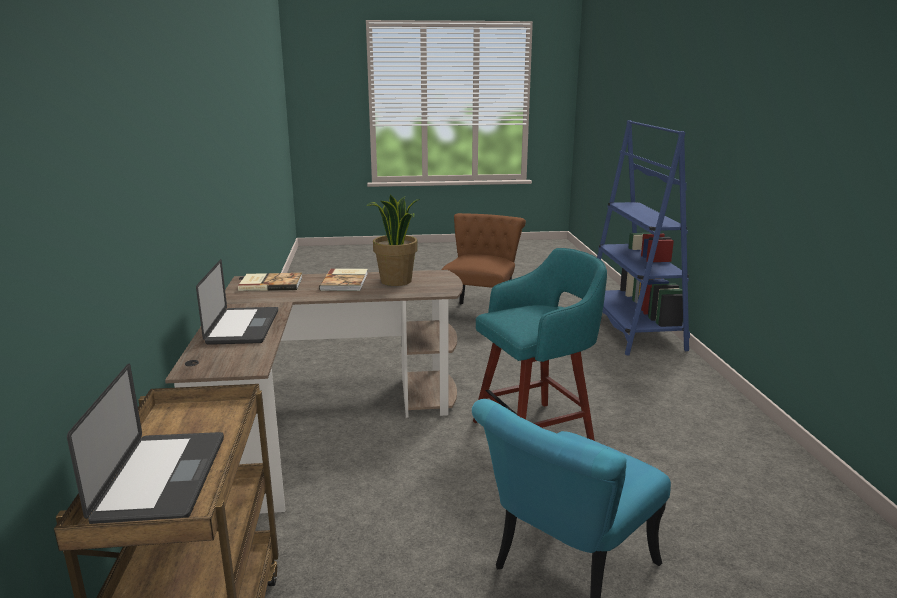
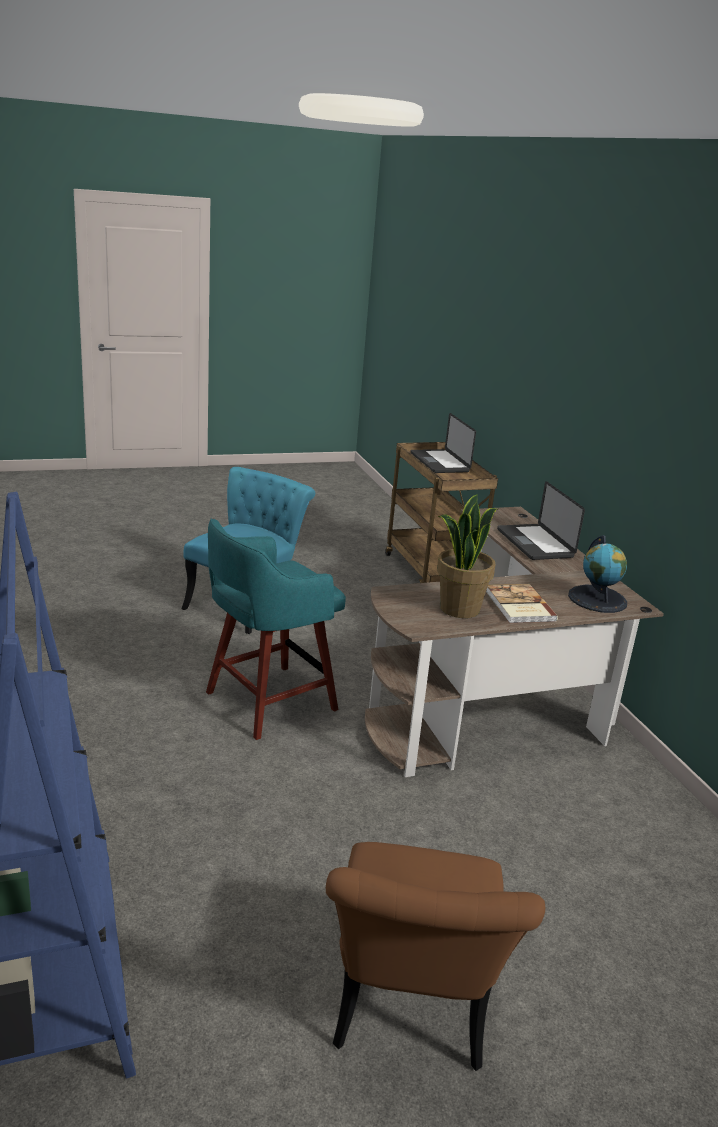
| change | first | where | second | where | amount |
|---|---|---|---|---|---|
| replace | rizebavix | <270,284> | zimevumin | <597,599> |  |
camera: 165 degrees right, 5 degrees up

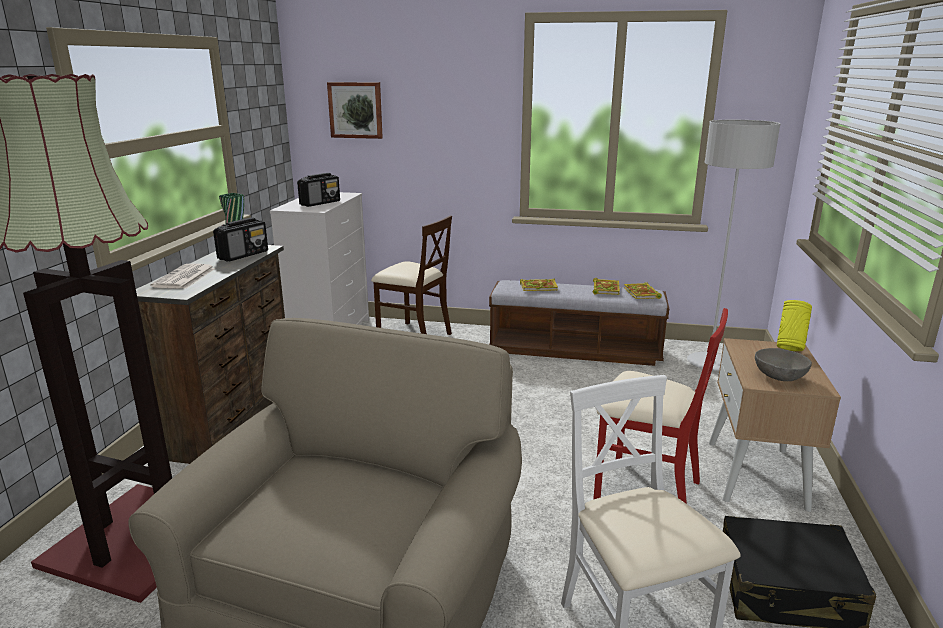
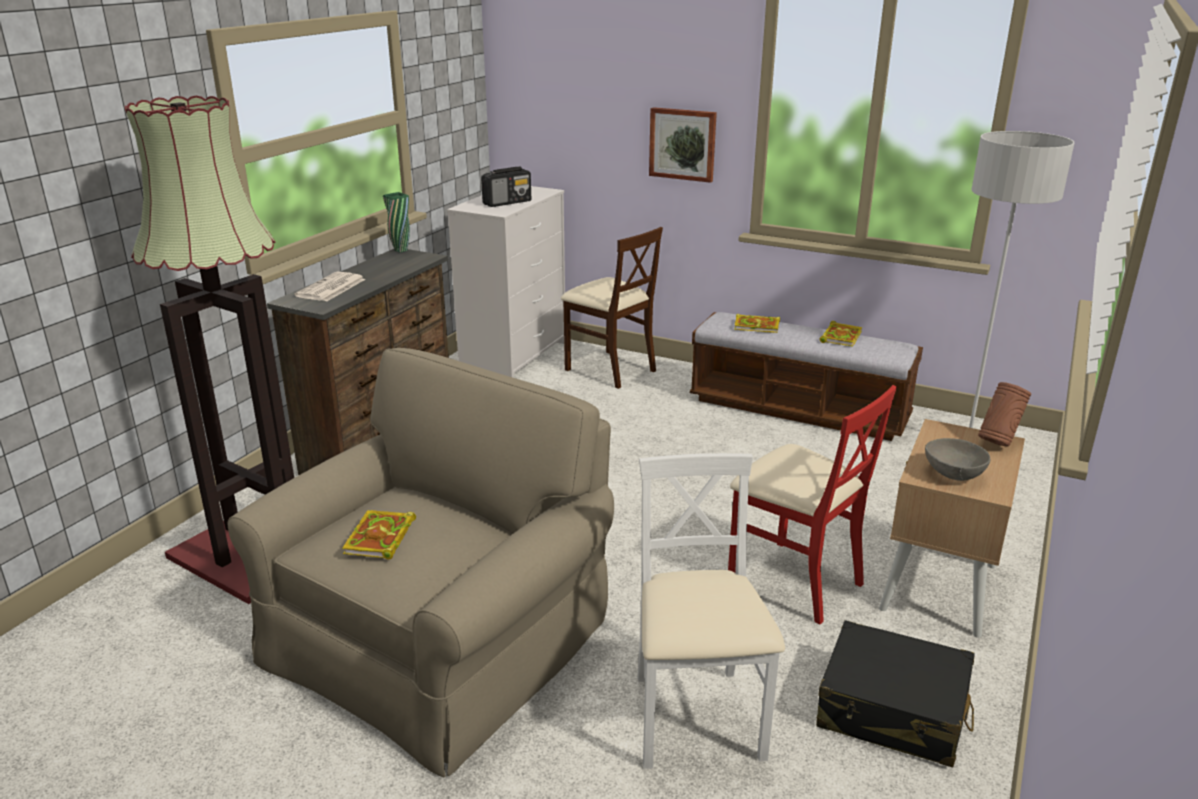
| change | first | where | second | where | amount |
|---|---|---|---|---|---|
| move | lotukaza | <356,110> |  | <683,144> |  |
| delete | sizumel | <243,255> |  |  |  |
| move | rizebavix | <642,293> |  | <380,539> |  |
| recolor | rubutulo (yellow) | <789,349> | rubutulo (brown) | <998,442> |  |
camera: 15 degrees right, 5 degrees up

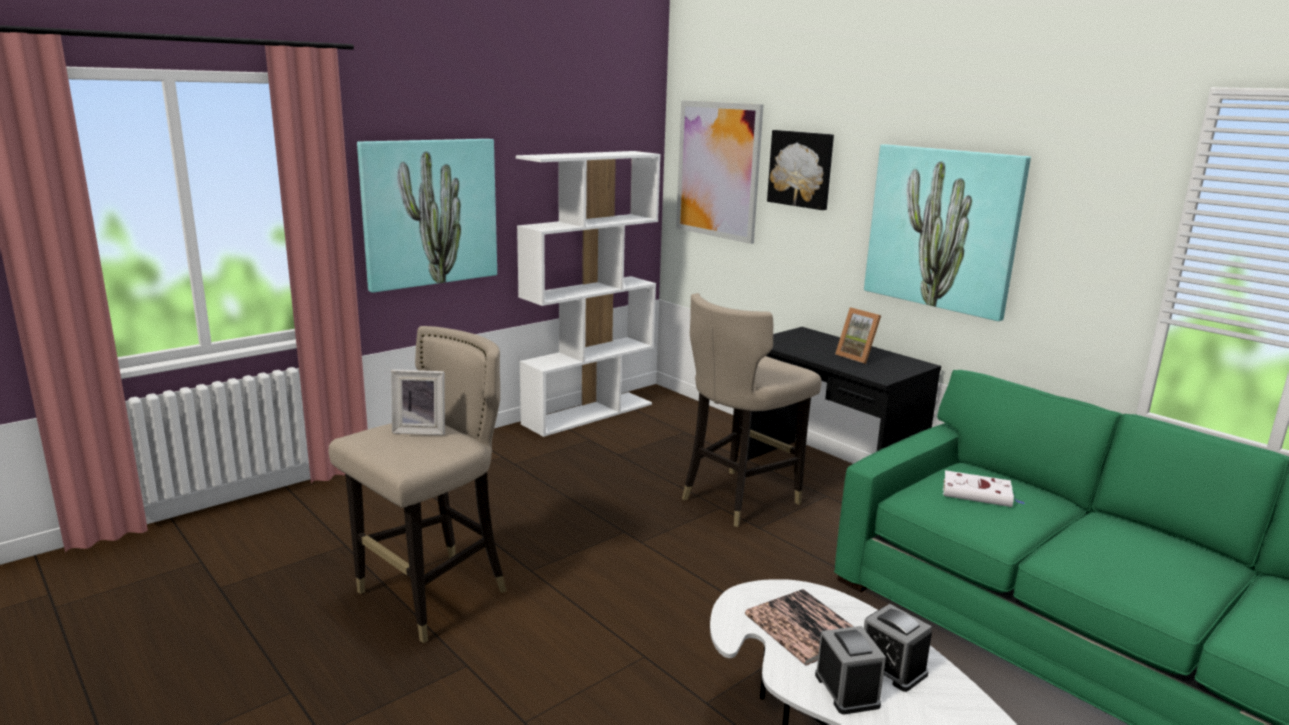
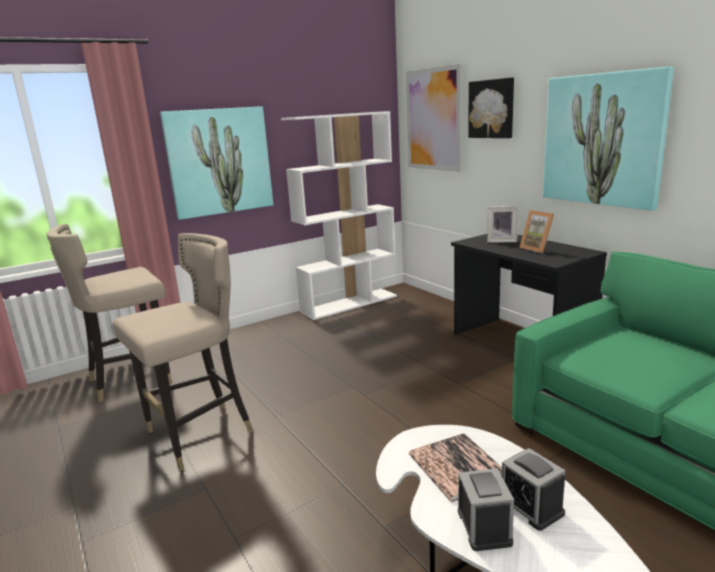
| change | first | where | second | where | amount |
|---|---|---|---|---|---|
| move | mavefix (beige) | <739,498> |  | <132,379> |  |
| move | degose | <421,430> |  | <501,241> |  |
| delete | rizebavix (white) | <979,494> |  |  |  |
camera: 10 degrees right, 0 degrees up

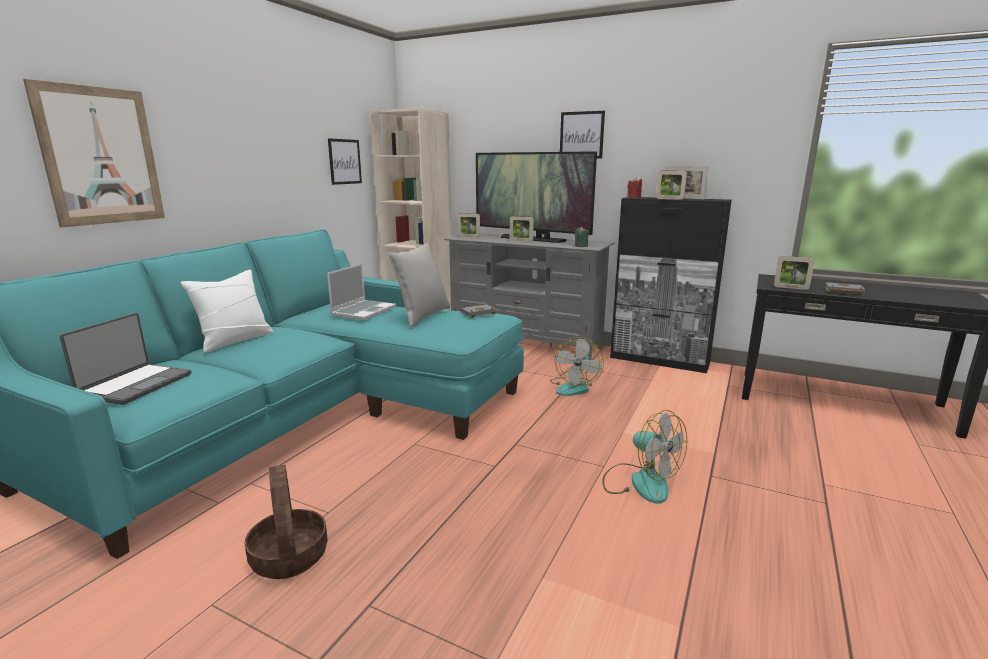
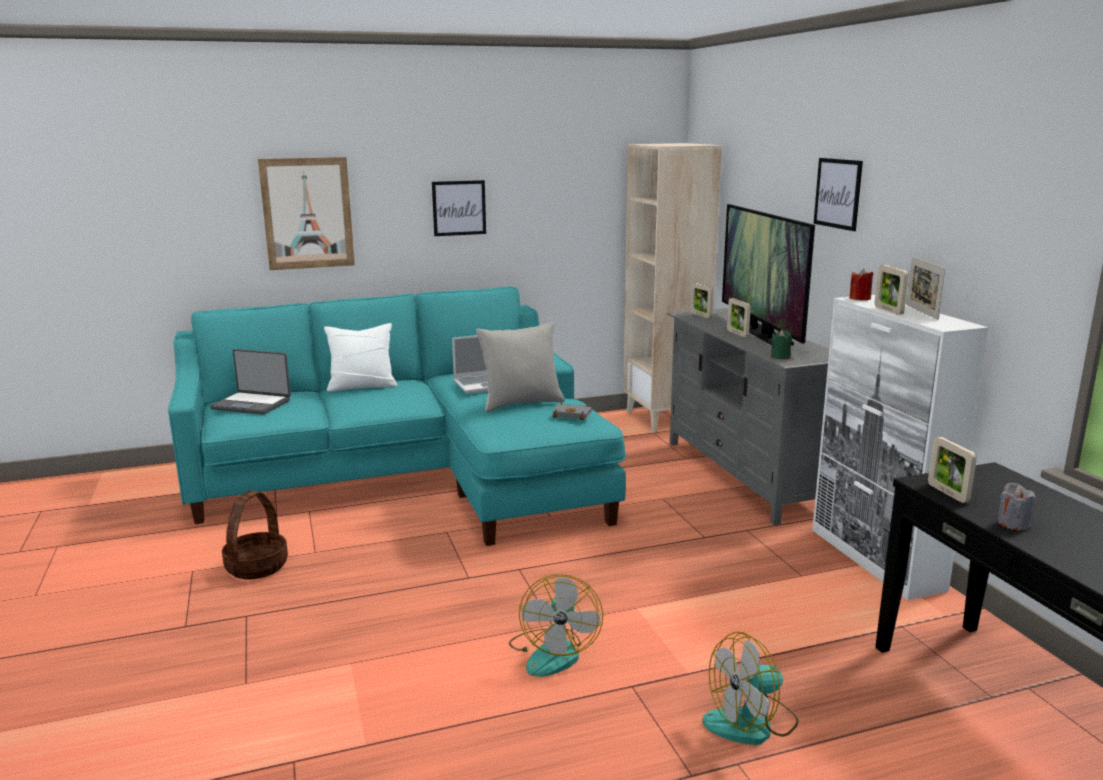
| change | first | where | second | where | amount |
|---|---|---|---|---|---|
| move | lotukaza | <344,161> |  | <459,208> |  |
| recolor | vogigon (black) | <659,360> | vogigon (white) | <876,559> |  |
| replace | rizebavix (grey) | <842,291> | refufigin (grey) | <1013,524> |  |
| rotate | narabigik | <135,385> |  | <252,404> | 45 degrees clockwise |
| move | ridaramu | <574,387> |  | <751,723> |  |
camera: 45 degrees right, 0 degrees up

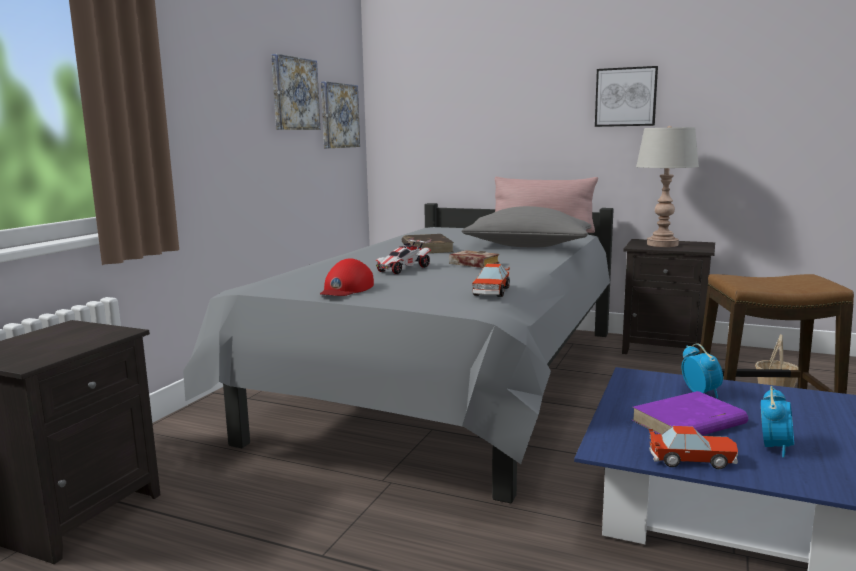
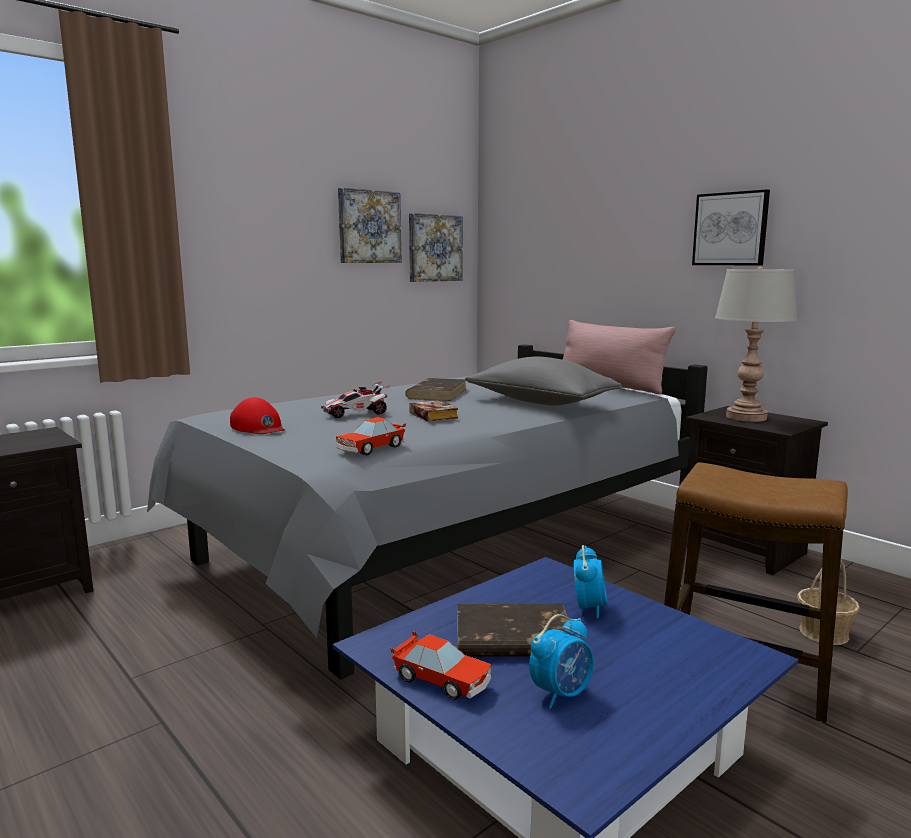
| change | first | where | second | where | amount |
|---|---|---|---|---|---|
| rotate | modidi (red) | <346,289> |  | <258,427> | 90 degrees counterclockwise |
| recolor | rizebavix (purple) | <687,423> | rizebavix (brown) | <511,638> |  |
camera: 25 degrees right, 0 degrees up

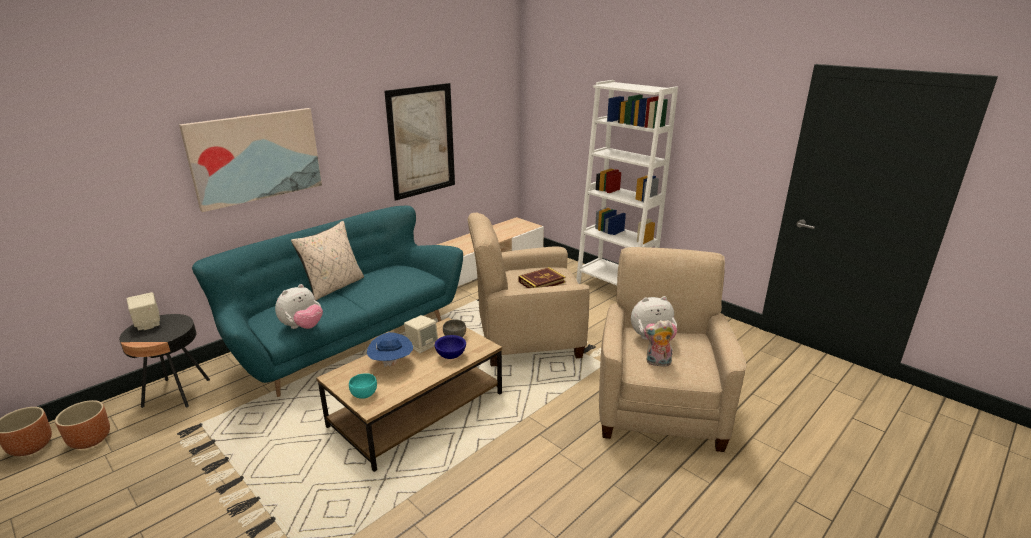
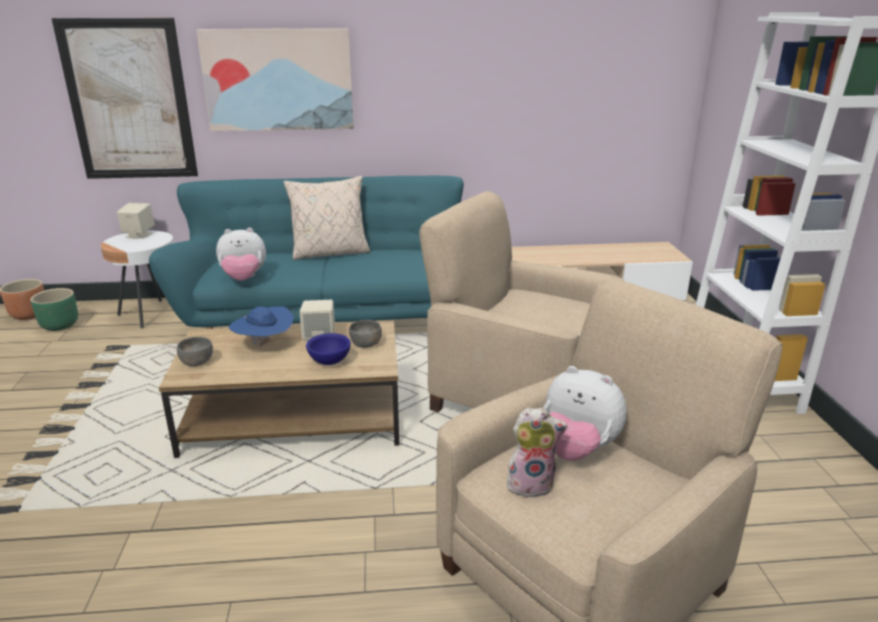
| change | first | where | second | where | amount |
|---|---|---|---|---|---|
| move | lotukaza | <422,141> |  | <129,101> |  |
| delete | rizebavix | <541,282> |  |  |  |
| recolor | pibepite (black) | <176,393> | pibepite (white) | <151,314> |  |
| rotate | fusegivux | <657,363> |  | <531,484> | 135 degrees clockwise |
| recolor | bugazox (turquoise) | <363,394> | bugazox (grey) | <196,362> |  |
| recolor | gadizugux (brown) | <91,440> | gadizugux (green) | <60,326> |  |
camera: 40 degrees right, 0 degrees up

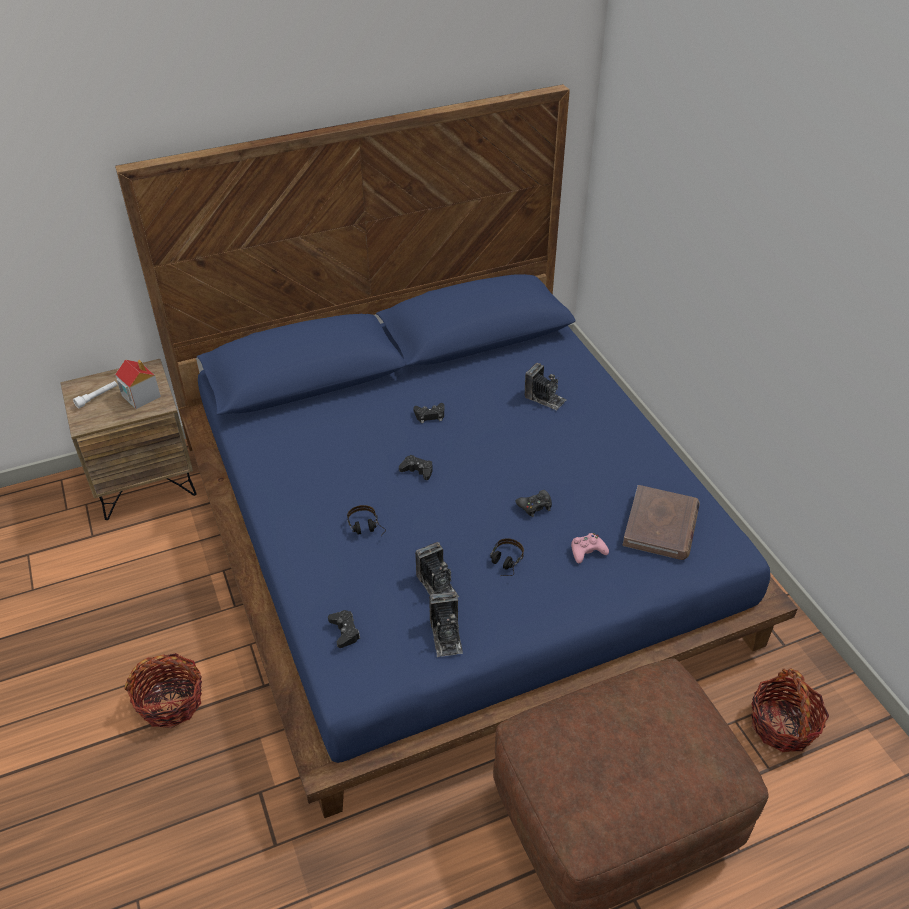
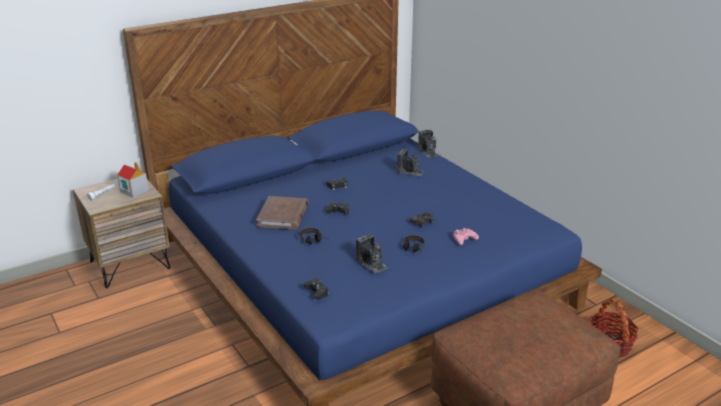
| change | first | where | second | where | amount |
|---|---|---|---|---|---|
| move | rizebavix (brown) | <661,526> |  | <283,215> |  |
| move | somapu | <446,635> |  | <428,152> |  |
| delete | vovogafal | <171,701> |  |  |  |
camera: 10 degrees left, 15 degrees down

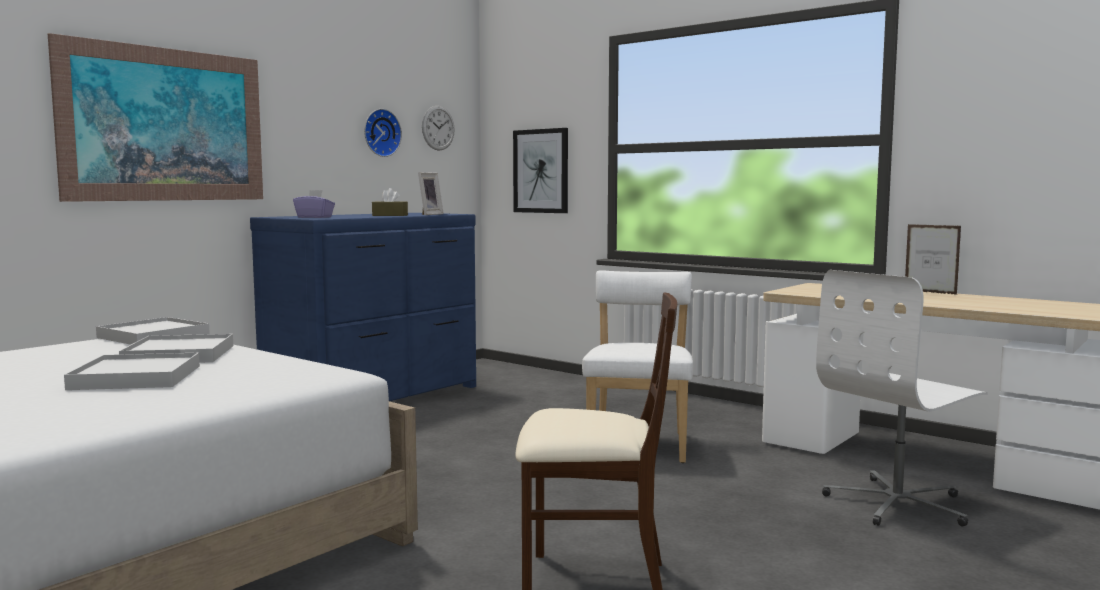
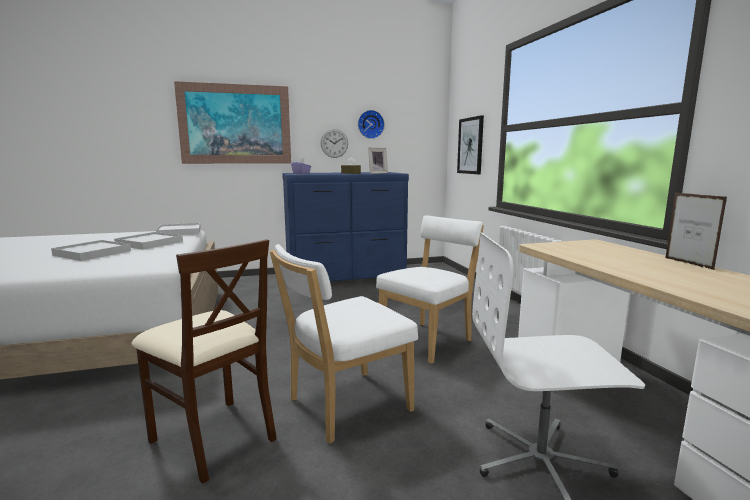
| change | first | where | second | where | amount |
|---|---|---|---|---|---|
| move | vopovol | <438,128> |  | <334,143> |  |
| insert |  |  | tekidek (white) | <344,406> |  |
camera: 35 degrees right, 5 degrees up

